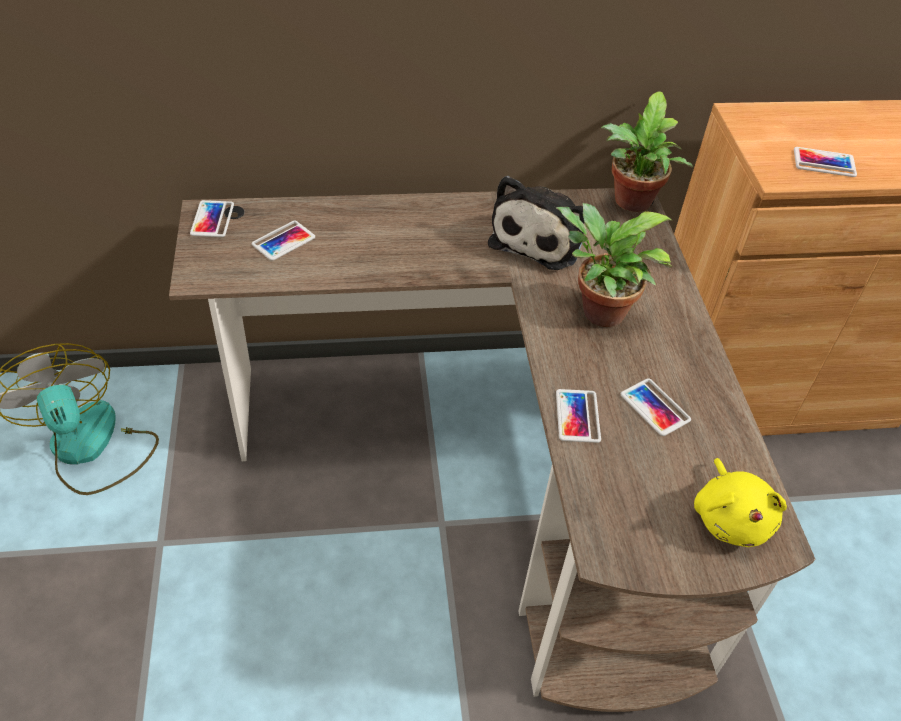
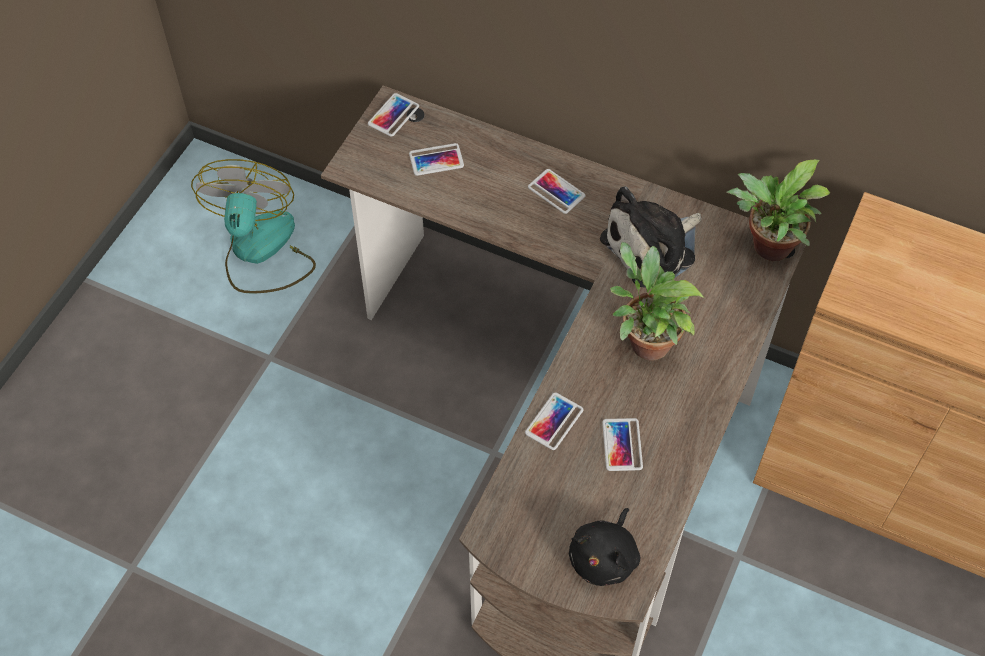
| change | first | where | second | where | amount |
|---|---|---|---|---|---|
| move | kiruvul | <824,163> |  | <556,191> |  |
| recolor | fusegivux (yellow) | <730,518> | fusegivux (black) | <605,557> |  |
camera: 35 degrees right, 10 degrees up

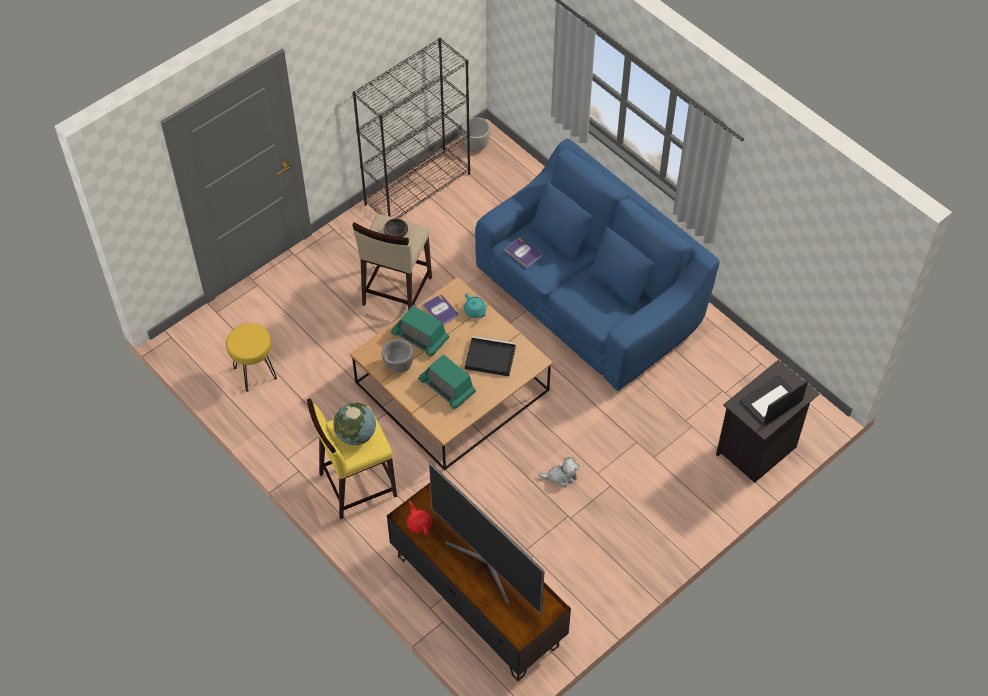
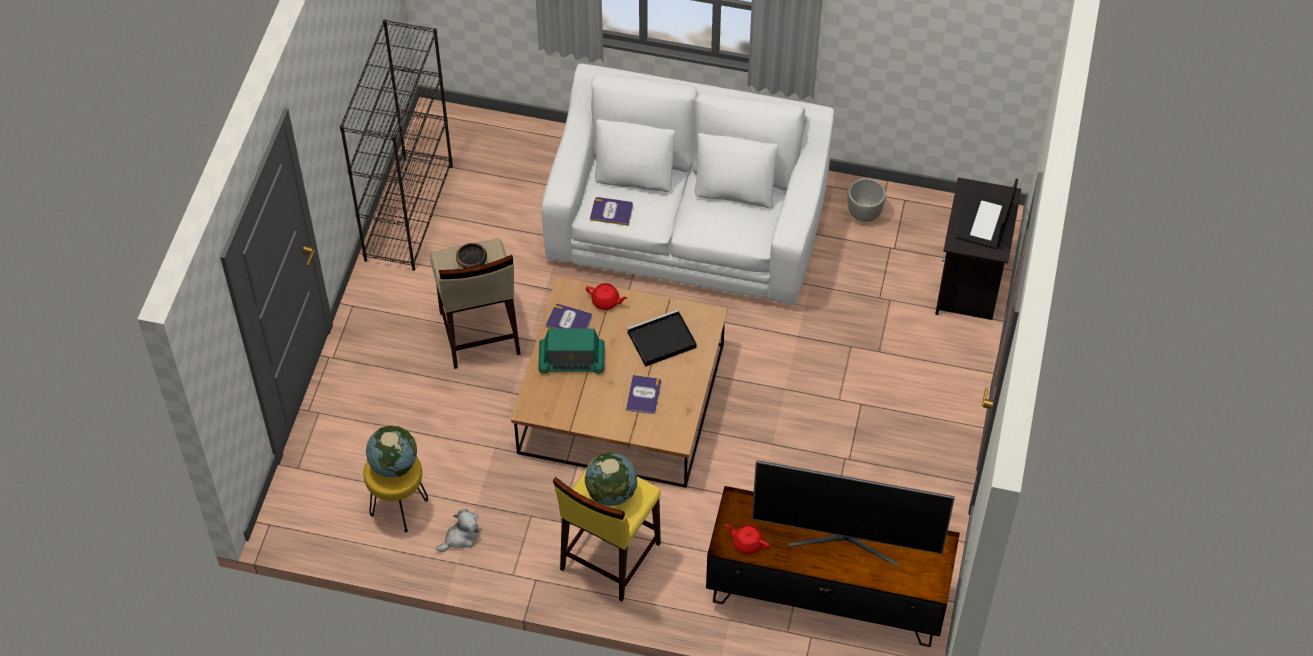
| change | first | where | second | where | amount |
|---|---|---|---|---|---|
| move | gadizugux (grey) | <476,145> |  | <864,214> |  |
| recolor | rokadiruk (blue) | <589,299> | rokadiruk (white) | <686,229> |  |
| recolor | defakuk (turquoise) | <475,311> | defakuk (red) | <606,301> |  |
| delete | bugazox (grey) | <398,365> |  |  |  |
| replace | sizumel | <447,387> | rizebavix | <643,395> |  |
| move | fusegivux | <561,476> |  | <461,537> |  |
| insert |  |  | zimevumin | <393,464> |  |
camera: 35 degrees left, 0 degrees up

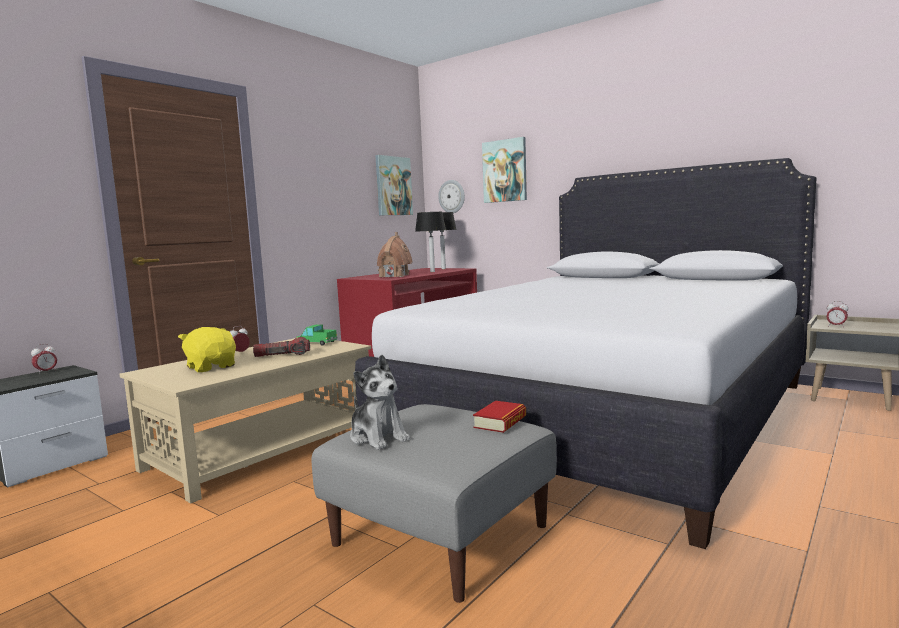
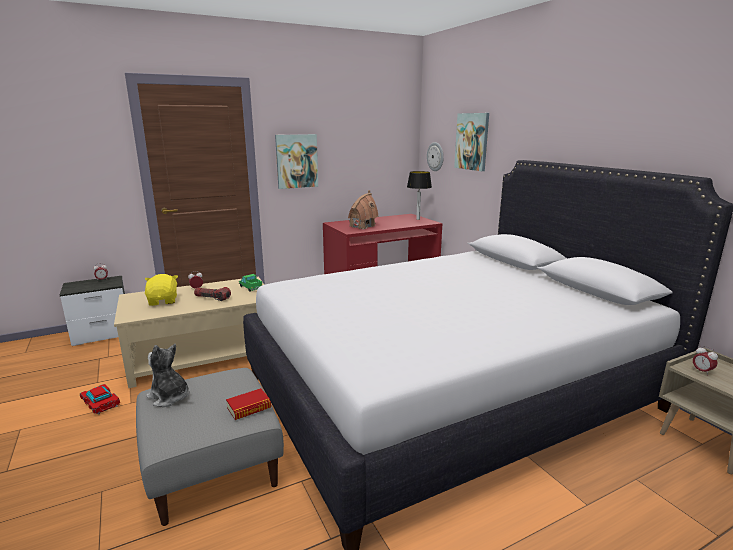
| change | first | where | second | where | amount |
|---|---|---|---|---|---|
| move | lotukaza | <393,186> |  | <296,161> |  |
| delete | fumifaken | <432,271> |  |  |  |
| rotate | fusegivux | <378,437> |  | <169,397> | 135 degrees clockwise |
| insert |  |  | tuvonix | <100,403> |  |
camera: 25 degrees right, 10 degrees up

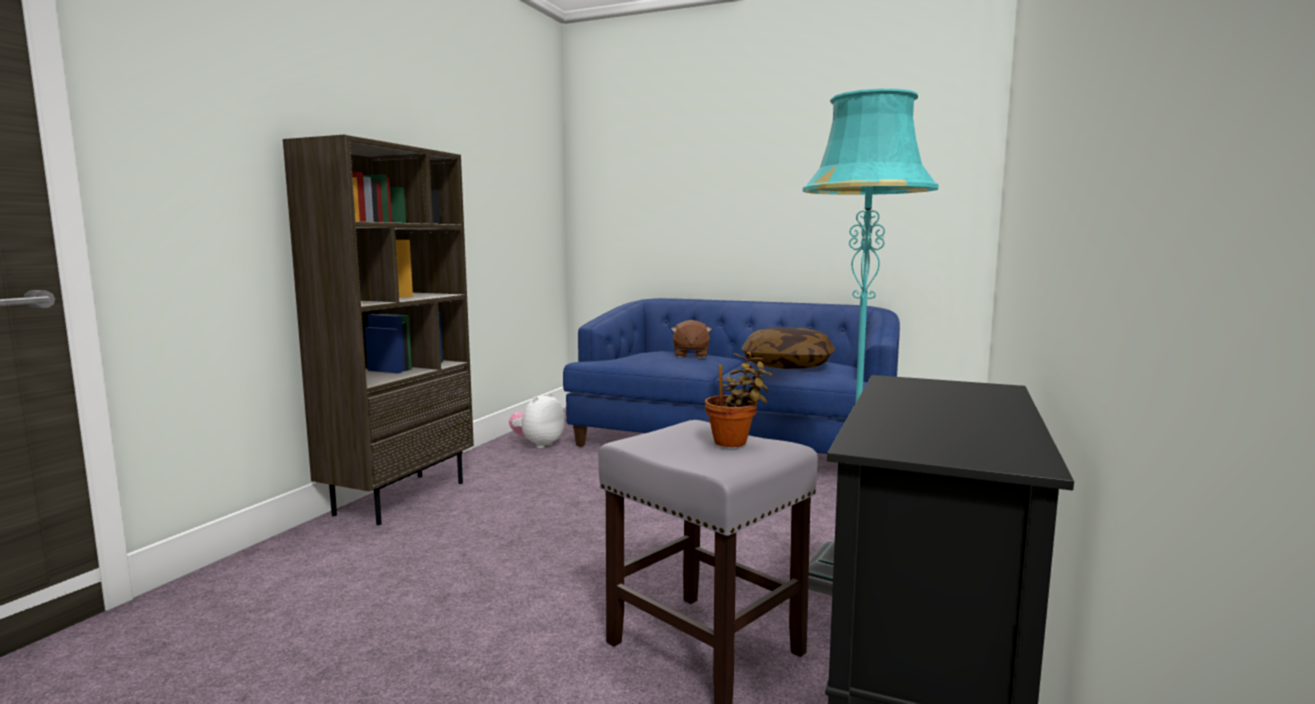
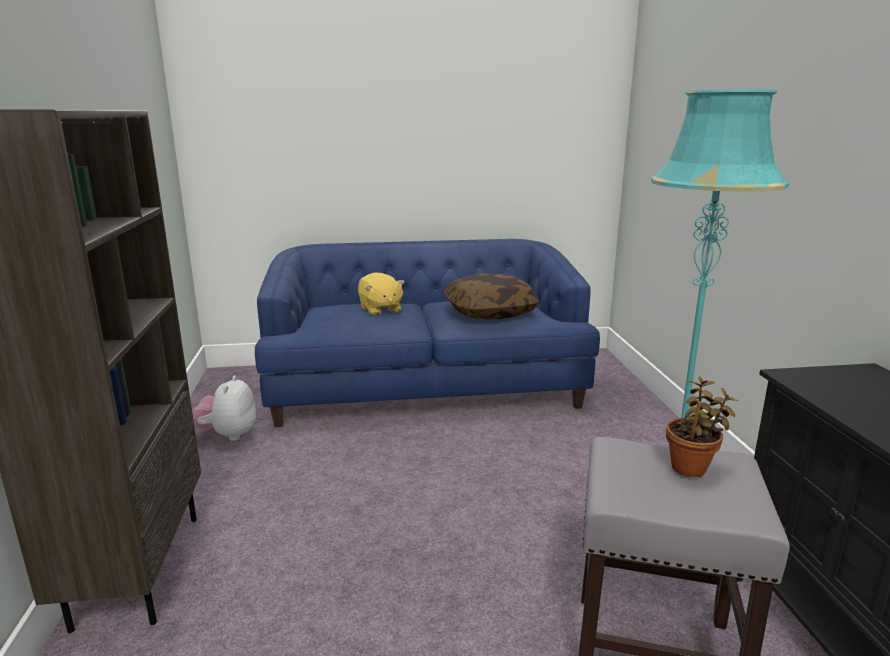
| change | first | where | second | where | amount |
|---|---|---|---|---|---|
| recolor | fusegivux (brown) | <690,355> | fusegivux (yellow) | <380,310> |  |
camera: 30 degrees left, 10 degrees up

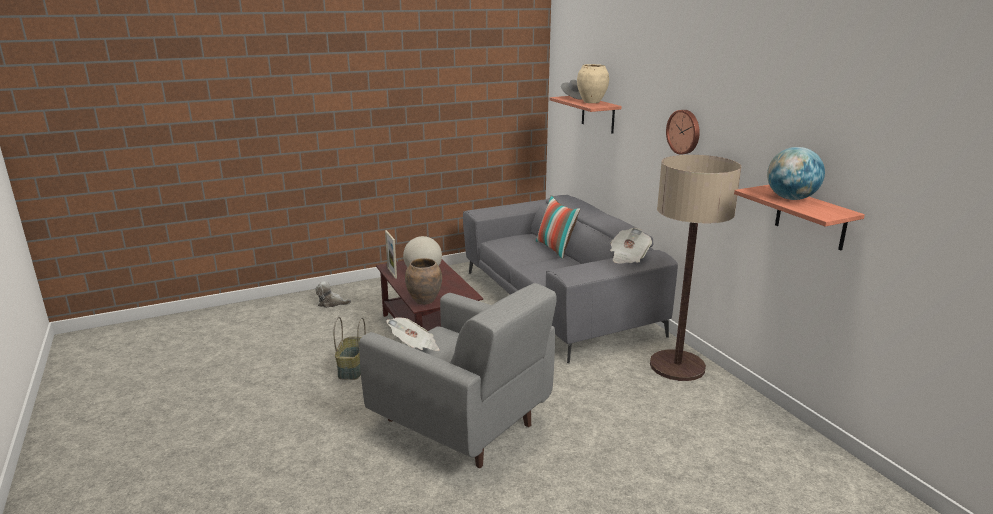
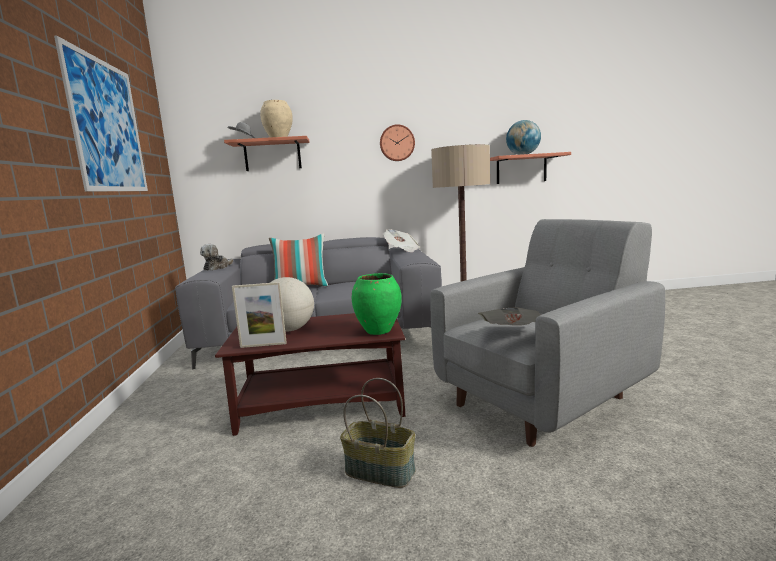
| change | first | where | second | where | amount |
|---|---|---|---|---|---|
| recolor | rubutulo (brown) | <424,301> | rubutulo (green) | <378,331> |  |
| move | fusegivux | <331,303> |  | <217,267> |  |
| insert |  |  | lotukaza | <107,126> |  |
camera: 70 degrees left, 10 degrees down

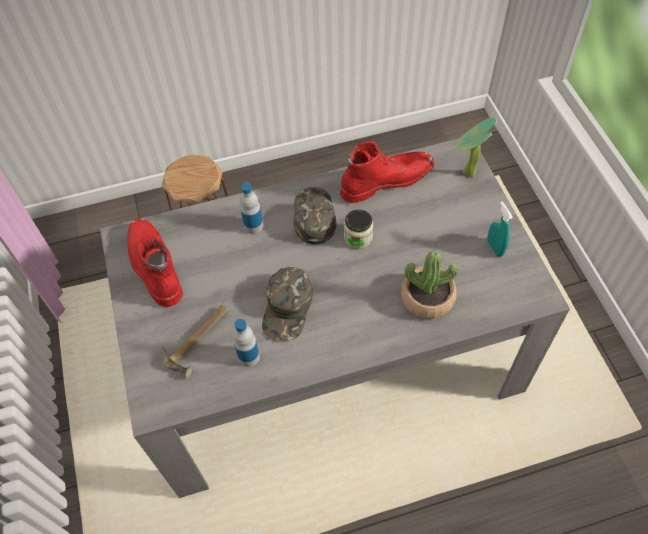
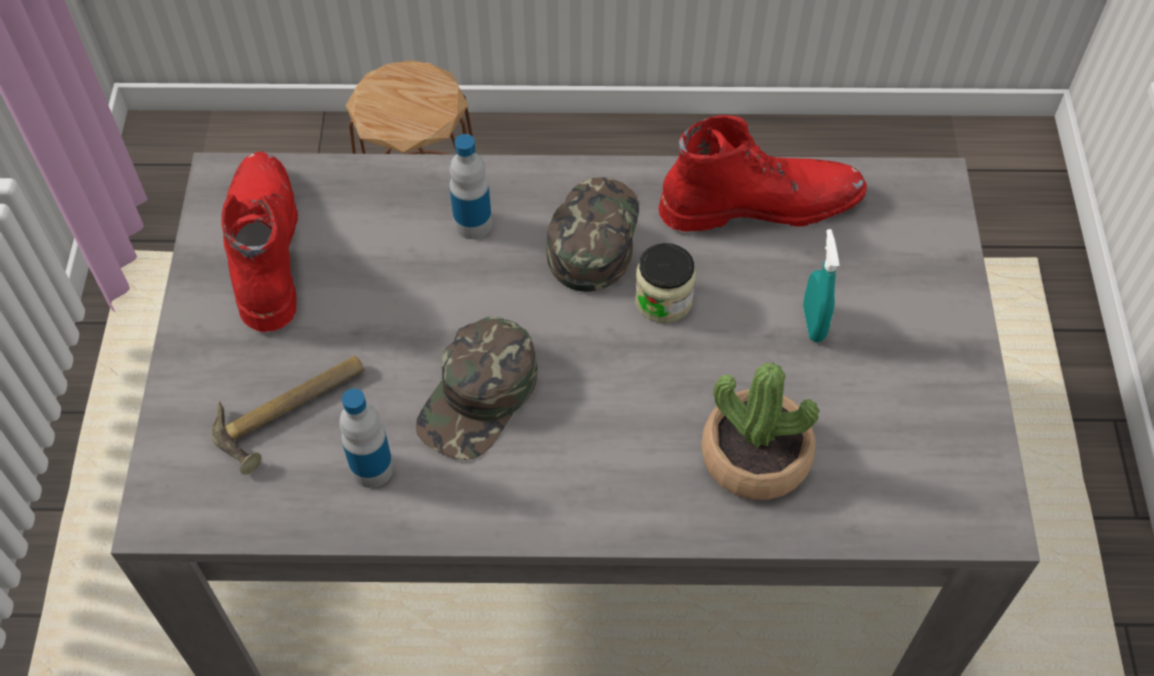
| change | first | where | second | where | amount |
|---|---|---|---|---|---|
| delete | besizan | <466,174> |  |  |  |
| move | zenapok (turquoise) | <495,248> |  | <813,323> |  |
camera: 15 degrees right, 0 degrees up

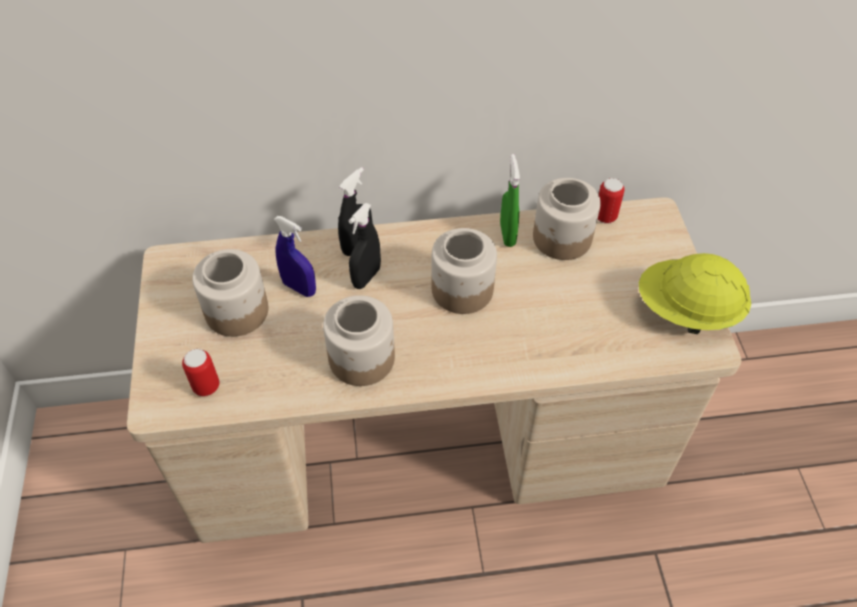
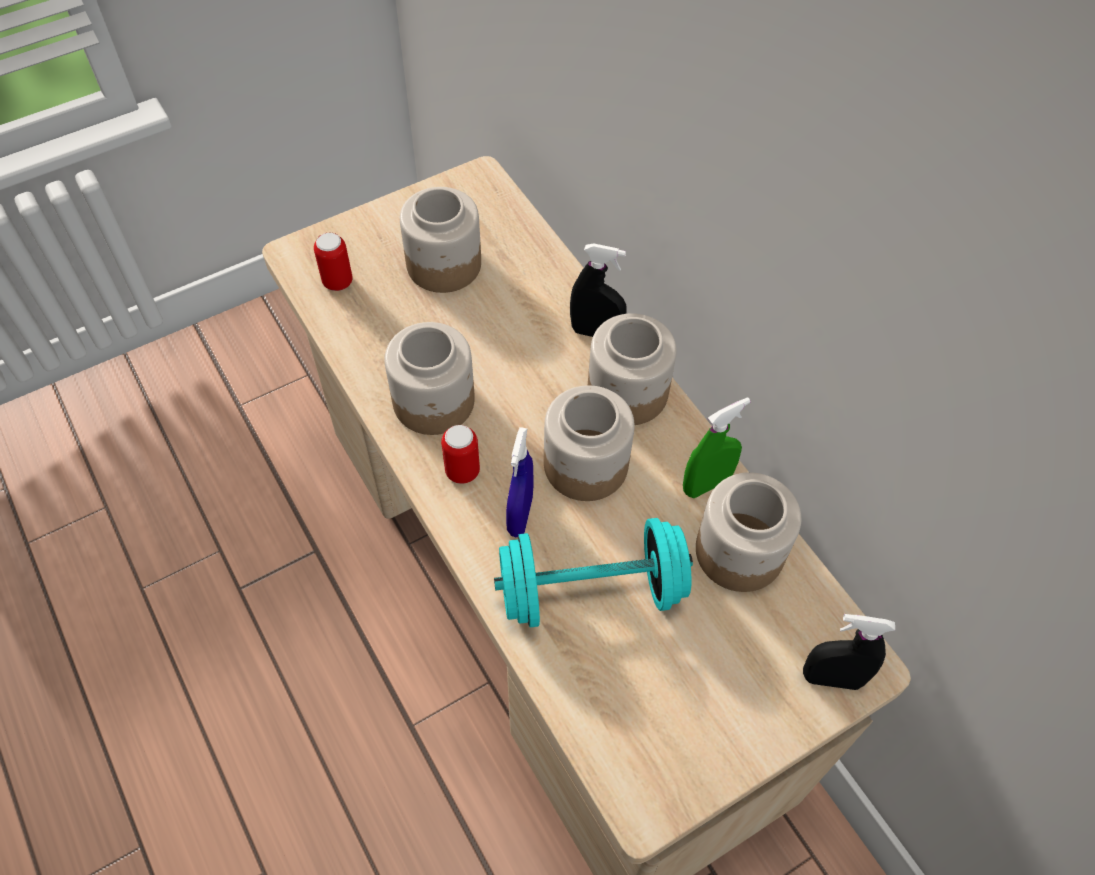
| change | first | where | second | where | amount |
|---|---|---|---|---|---|
| move | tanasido | <605,216> |  | <462,471> |  |
| move | zenapok (black) | <366,277> |  | <831,678> |  |
| move | zenapok (blue) | <299,288> |  | <520,515> |  |
| delete | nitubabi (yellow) | <687,311> |  |  |  |
| insert |  |  | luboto | <626,393> |  |
| insert |  |  | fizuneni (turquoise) | <591,591> |  |
camera: 65 degrees right, 5 degrees up

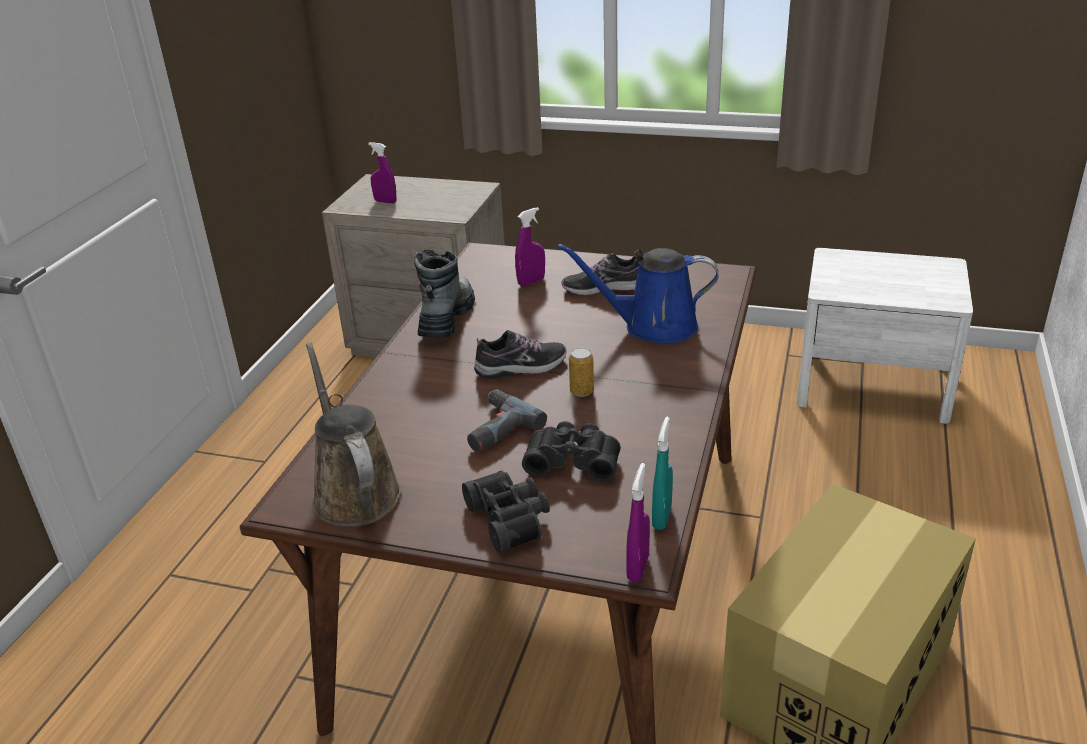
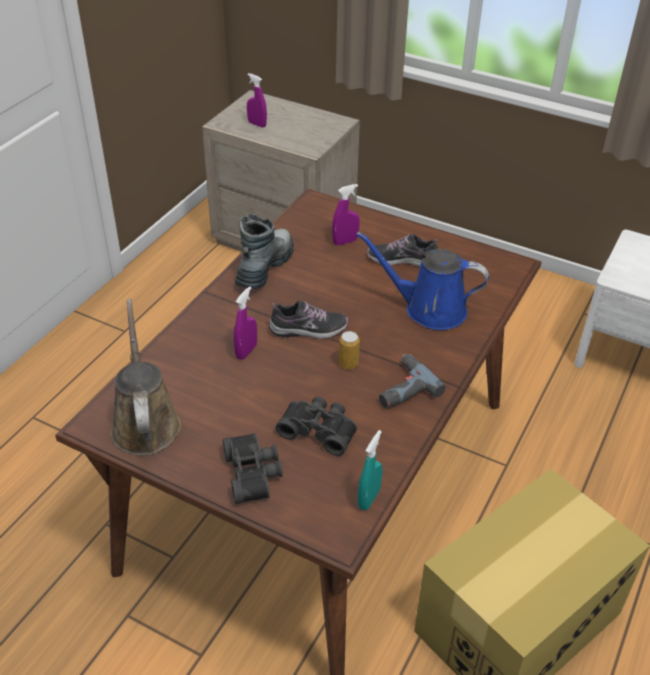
| change | first | where | second | where | amount |
|---|---|---|---|---|---|
| move | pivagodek | <494,428> |  | <402,387> |  |
| move | zenapok (purple) | <638,568> |  | <246,351> |  |
camera: 10 degrees right, 10 degrees up

